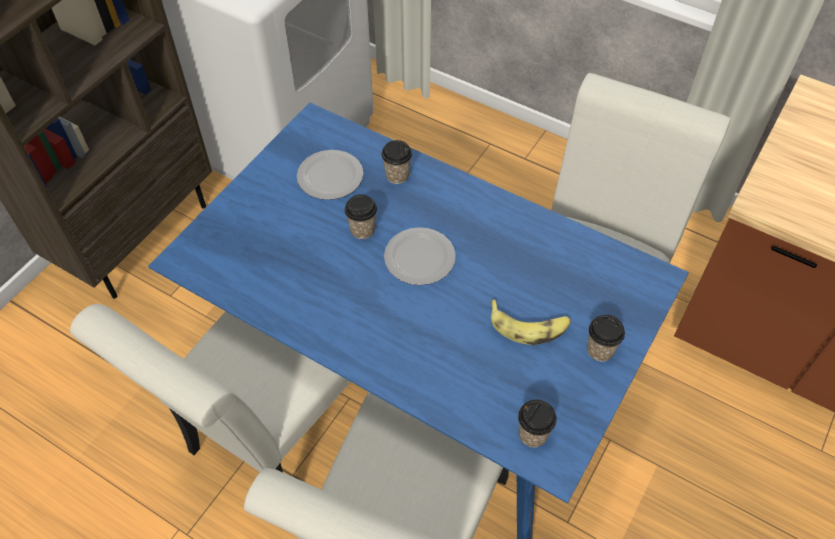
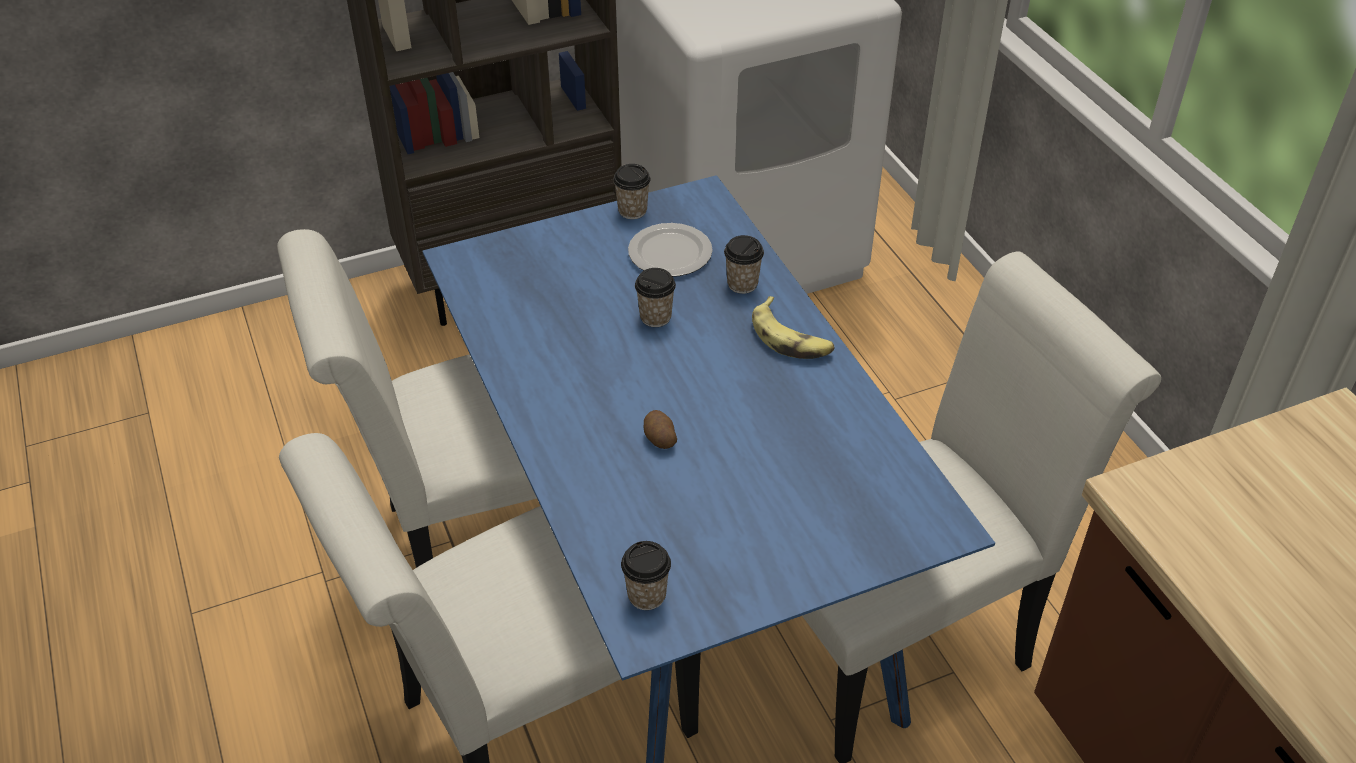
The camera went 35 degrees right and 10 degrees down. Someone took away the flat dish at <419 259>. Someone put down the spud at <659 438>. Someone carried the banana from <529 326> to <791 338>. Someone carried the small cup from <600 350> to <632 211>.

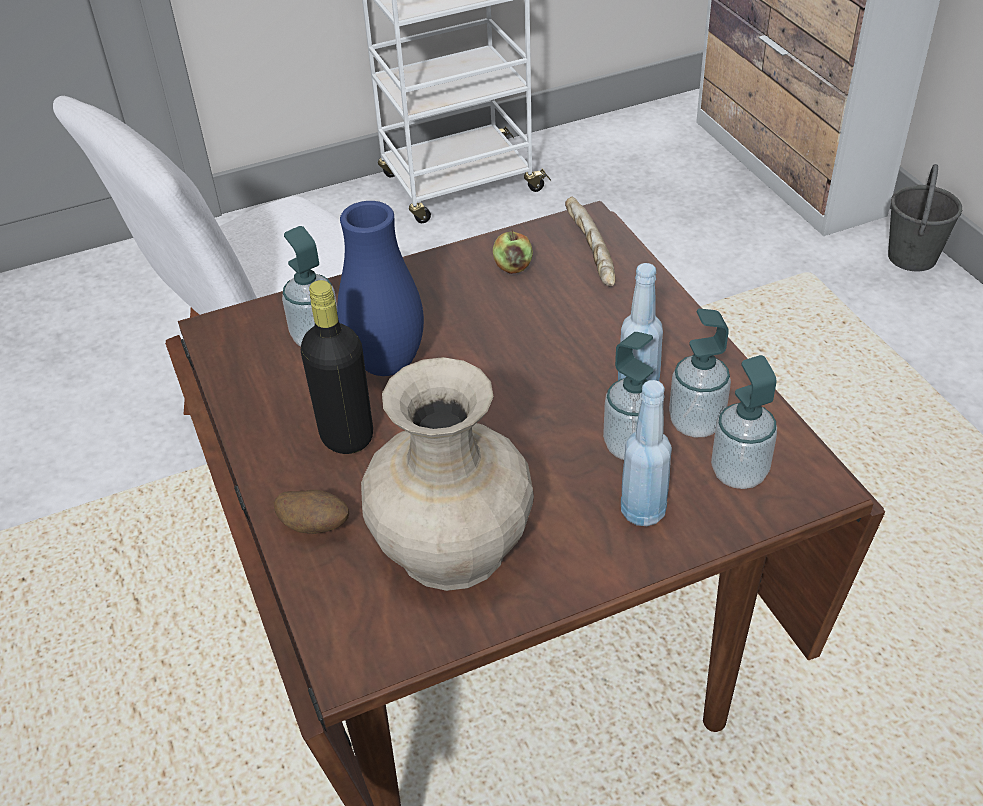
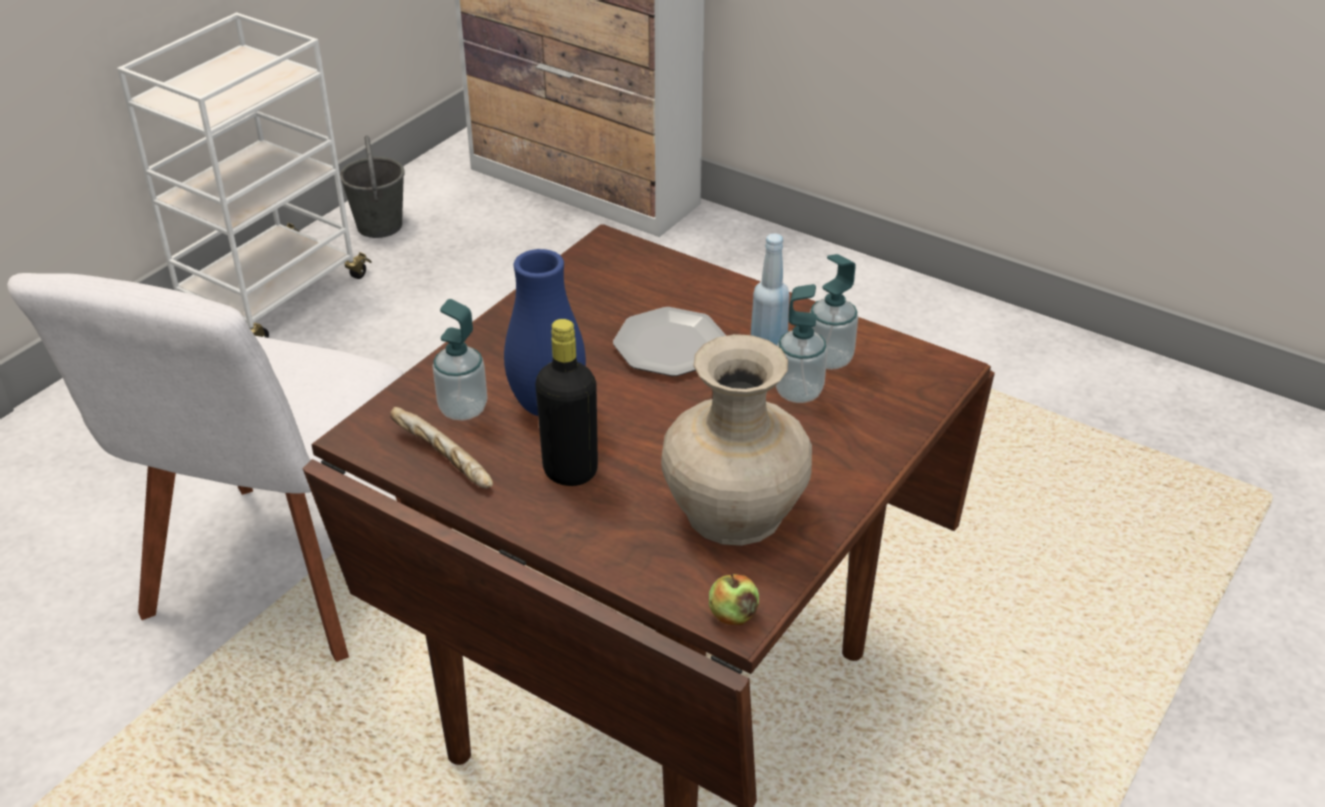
The camera went 35 degrees left and 5 degrees down. Someone took away the spud at <315 526>. Someone took away the beverage bottle (blue-coloured) at <643 511>. Someone took away the soap bottle at <739 473>. Someone put down the flat dish at <669 345>. Someone carried the whole apple from <513 267> to <733 615>. Someone carried the bakery bread from <589 252> to <441 460>. Someone carried the bucket (gray) from <912 258> to <379 226>.

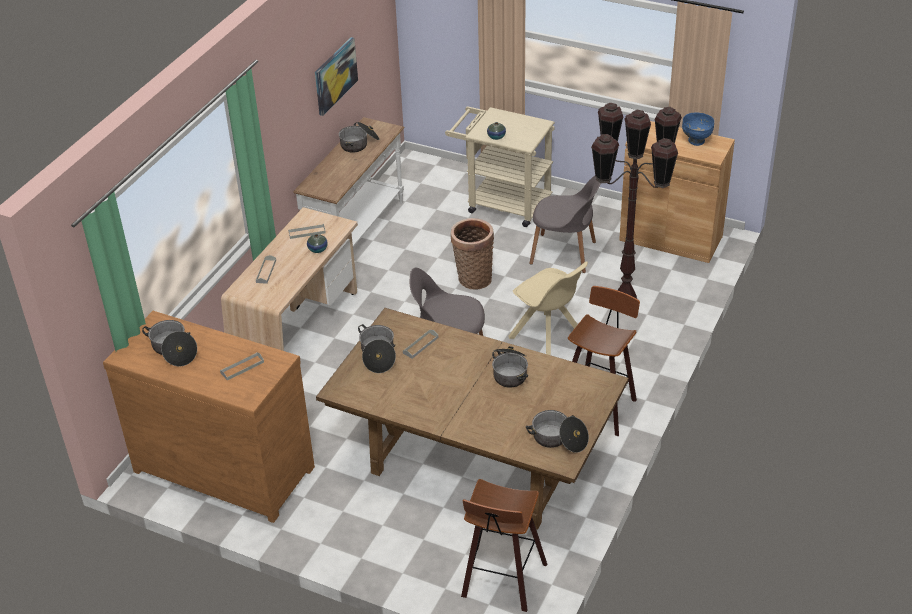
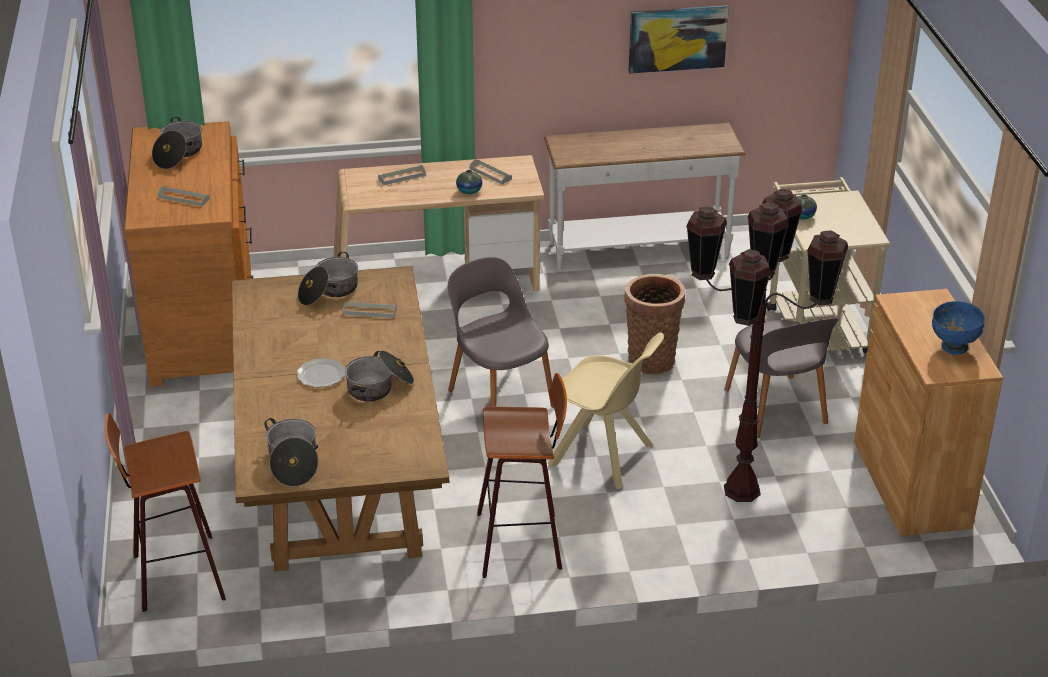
The camera went 55 degrees right and 5 degrees down. Someone took away the stockpot at <359 144>. Someone put down the flat dish at <321 375>. Someone rotated the upright chair (beige) at <548 338> by 75 degrees counterclockwise.

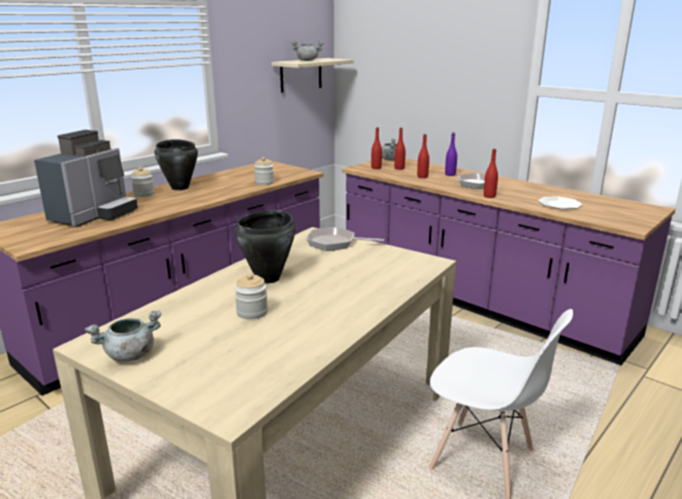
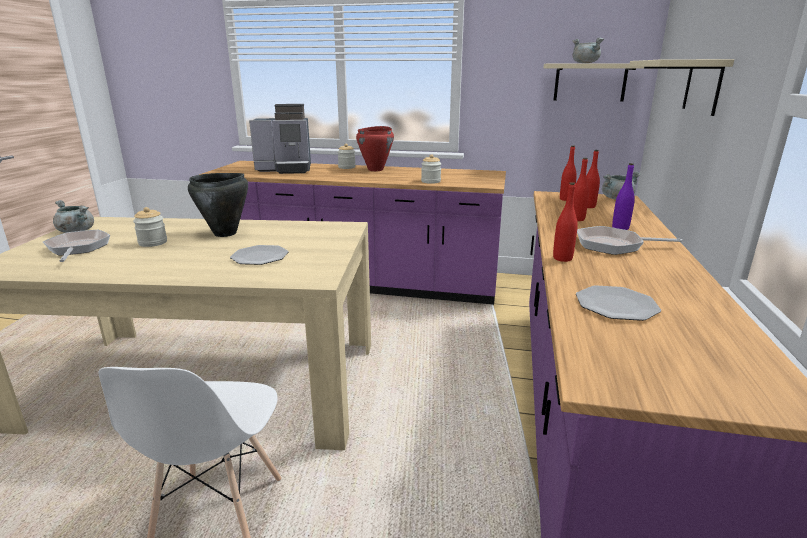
The camera went 60 degrees right and 0 degrees up. Someone put down the flat dish at <260 257>. Someone put up the bracket shelf (beige) at <703 86>. Someone carried the pan from <335 243> to <77 248>. Someone repainted the stockpot (black) at <180 188>, which became the stockpot (red-coloured) at <376 170>.

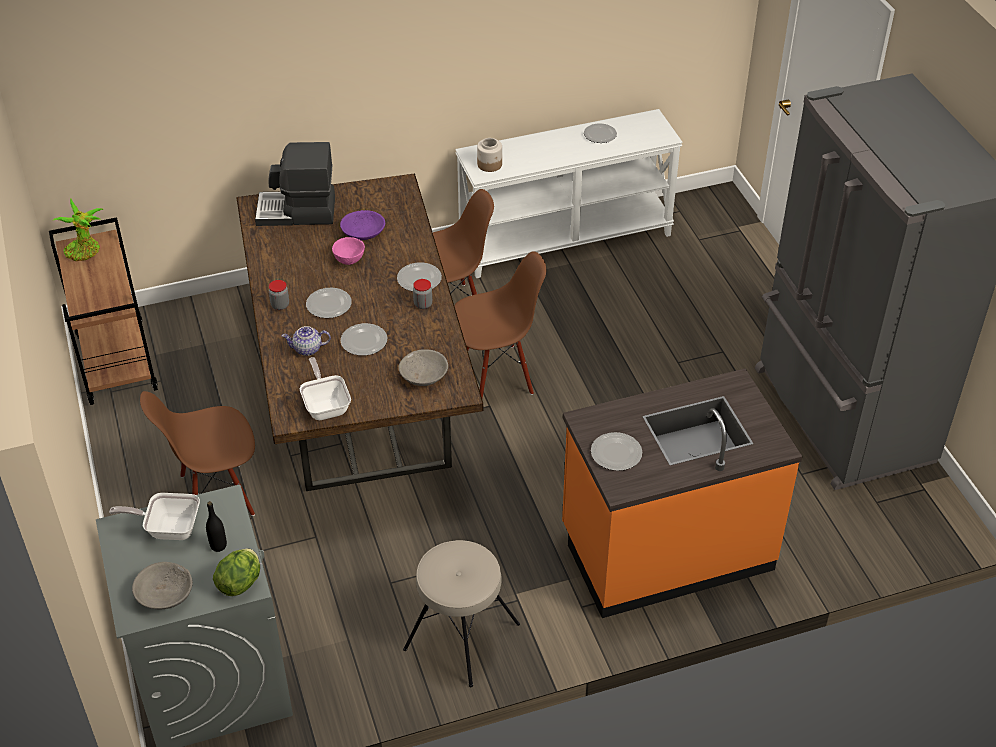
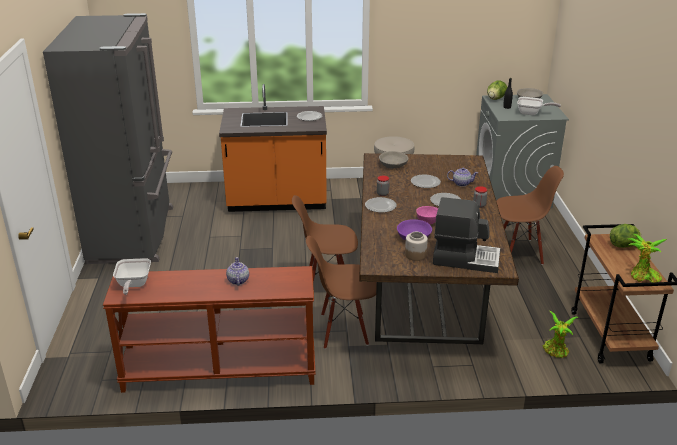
The camera went 165 degrees left and 15 degrees down. Someone took away the flat dish at <599 134>. Someone put down the tea pot at <238 281>. Someone put down the potted plant at <556 351>. Someone put down the lettuce head at <624 246>. Someone carried the pan from <326 405> to <133 285>. Someone carried the jar from <490 164> to <415 255>. Someone repainted the hall table (white-coloured) at <565 239>, which became the hall table (brownish) at <219 372>.

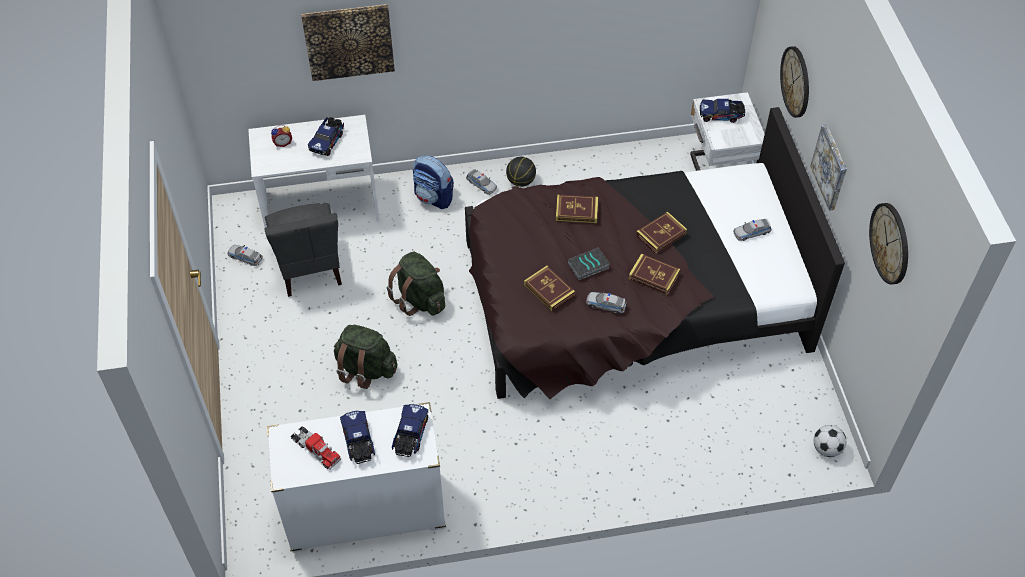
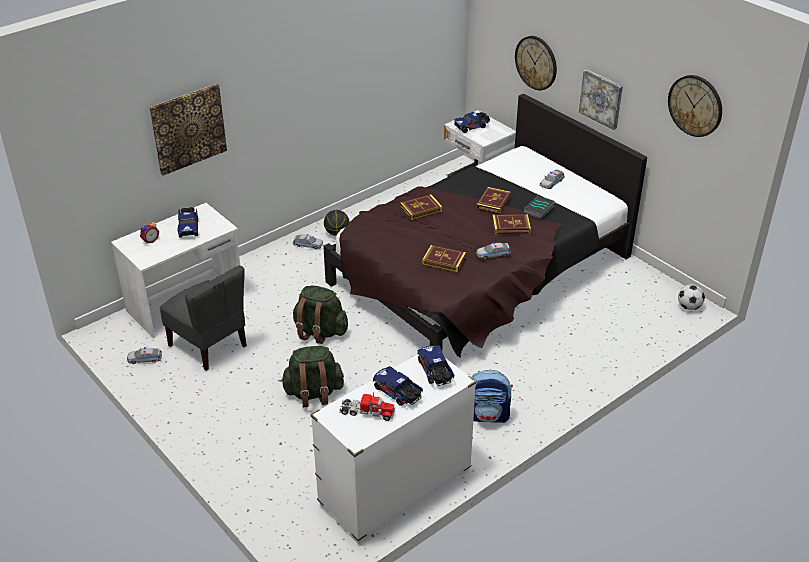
The camera went 30 degrees left and 15 degrees down. Someone carried the backpack from <434 197> to <488 415>. Someone carried the volume from <588 266> to <539 209>.

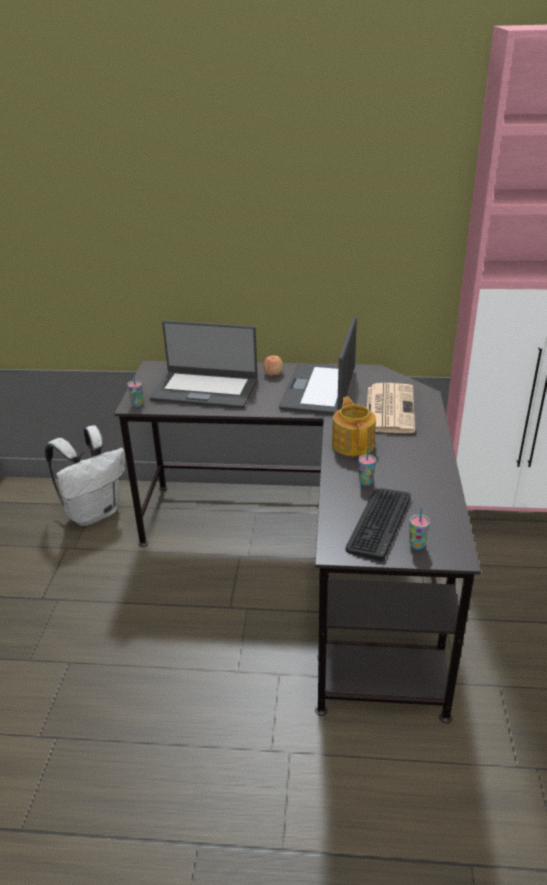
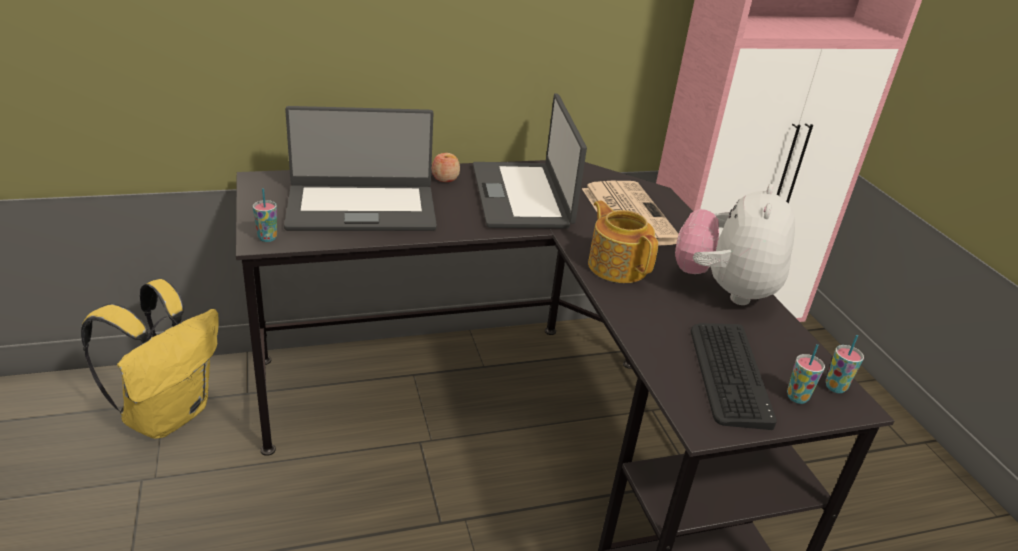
The camera went 25 degrees left and 0 degrees up. Someone put down the plush toy at <724 290>. Someone carried the small cup from <365 482> to <835 387>. Someone repainted the backpack (white-coloured) at <94 512>, which became the backpack (yellow-coloured) at <168 414>.

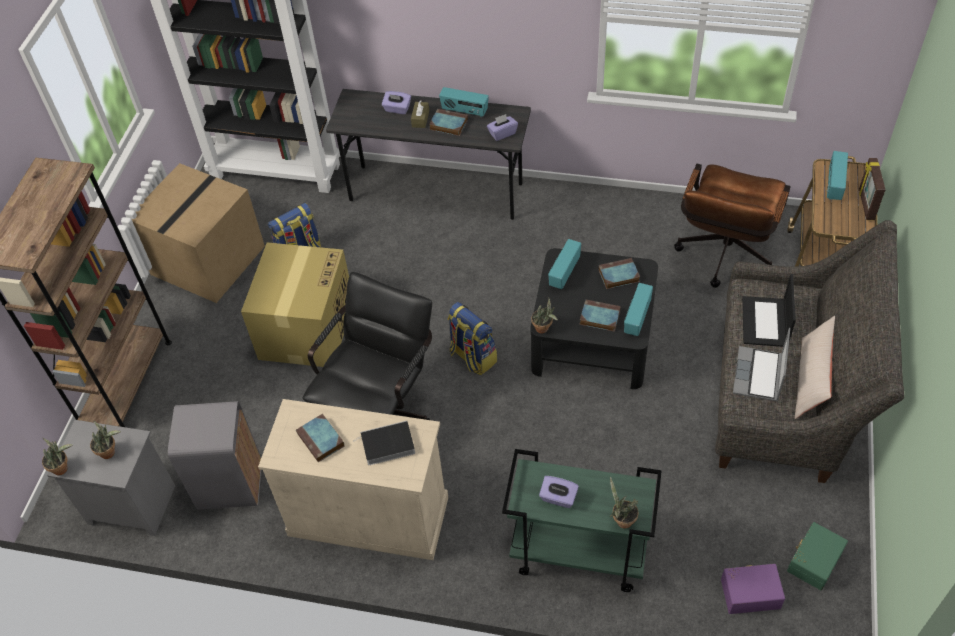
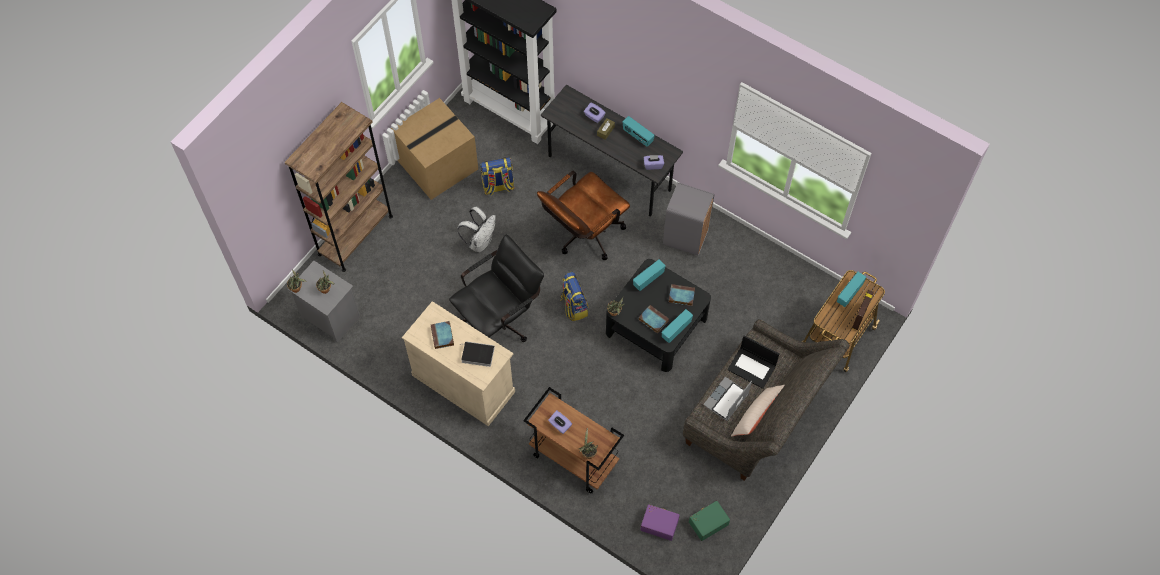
The camera went 20 degrees right and 10 degrees up. Someone took away the volume at <447 124>. Someone carried the waste bin (gray) from <231 485> to <685 237>. Someone carried the computer chair (brownish) from <723 258> to <583 235>. Someone swapped the carton at <307 327> for the backpack (white-coloured) at <480 242>. Someone repainted the trolley (green-coloured) at <577 553>, which became the trolley (brownish) at <573 458>. Someone rotated the laptop at <765 322> by 90 degrees counterclockwise.

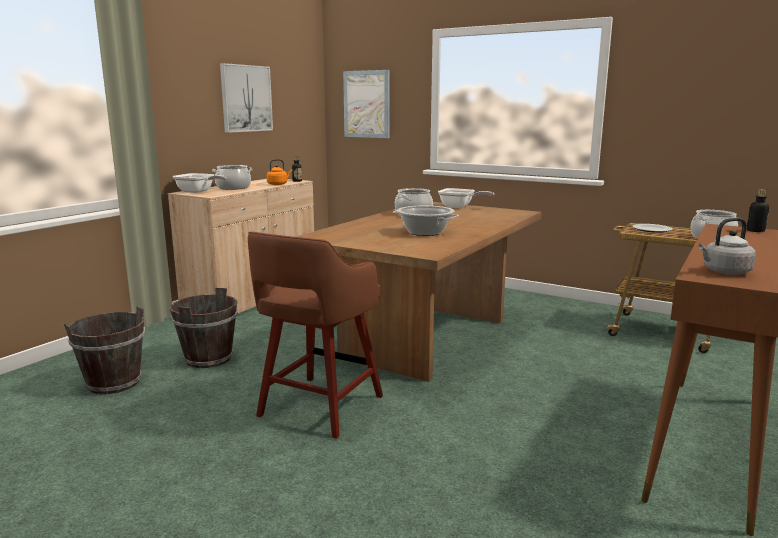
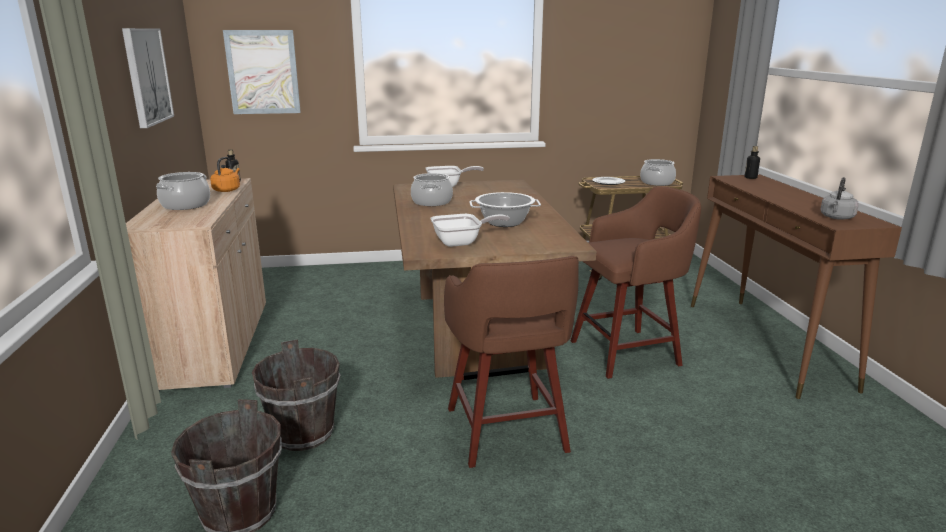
The camera went 40 degrees left and 5 degrees up. Someone put down the stool (brownish) at <628 352>. Someone carried the pan from <198 192> to <462 242>.

